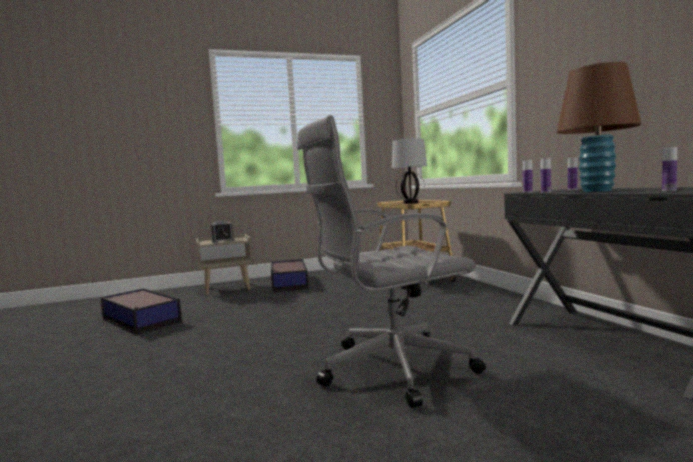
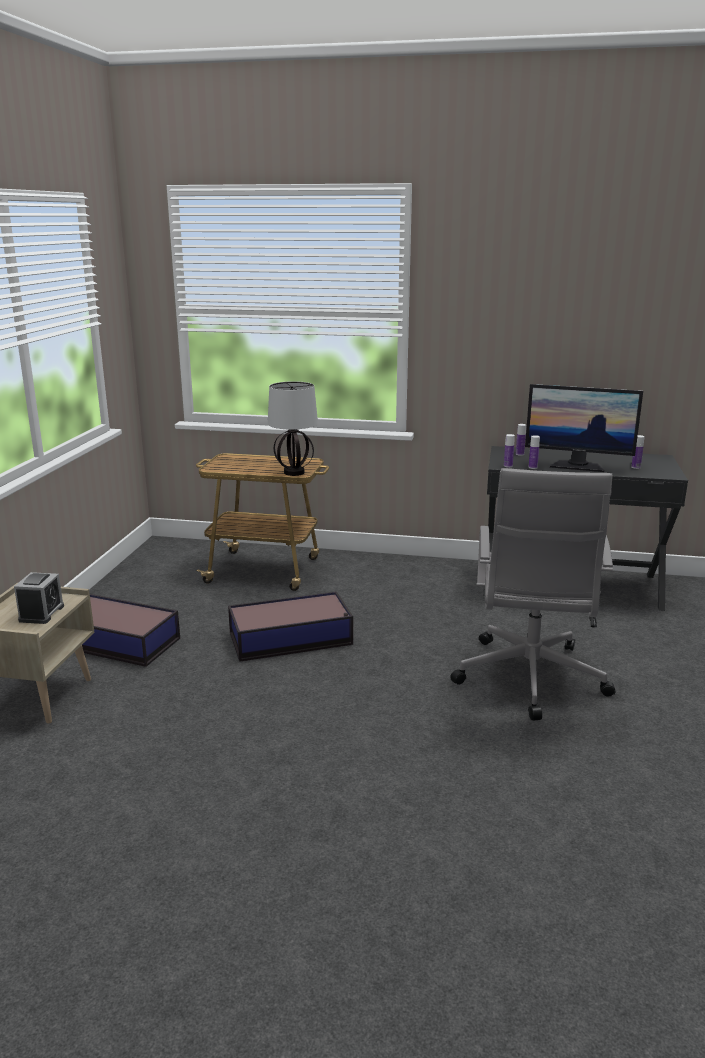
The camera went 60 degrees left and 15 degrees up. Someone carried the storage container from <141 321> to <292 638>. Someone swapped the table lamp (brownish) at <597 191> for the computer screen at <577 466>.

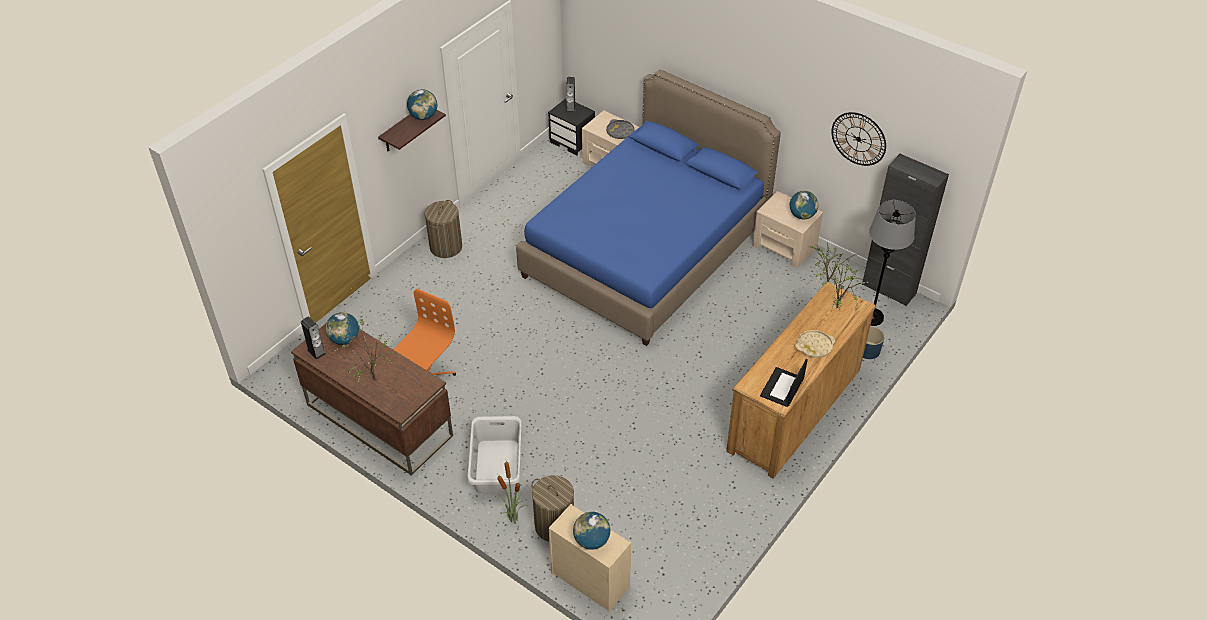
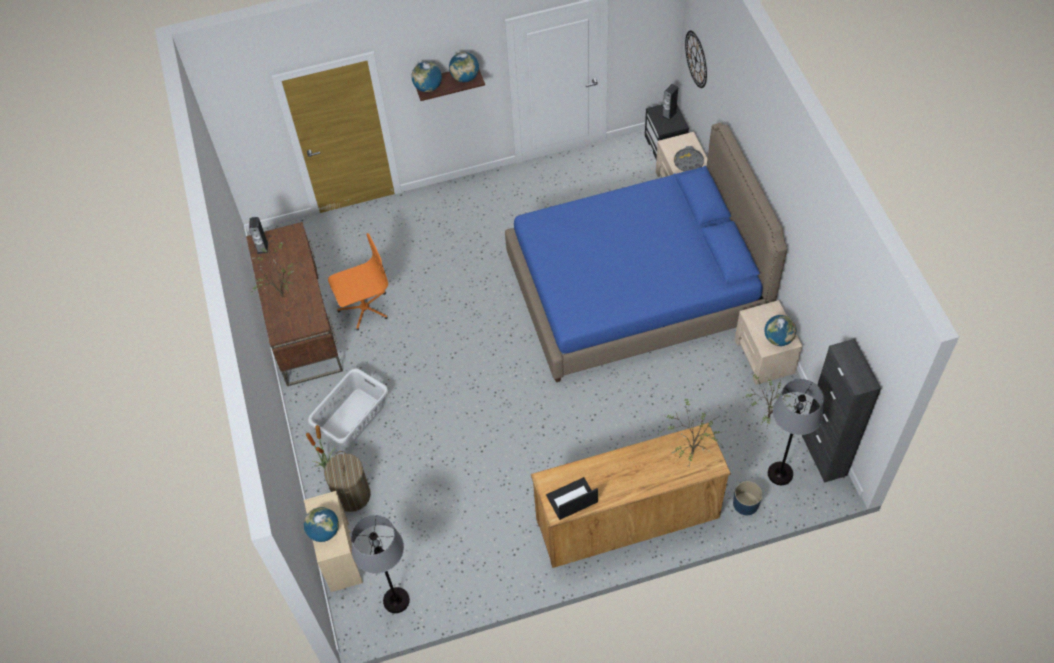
The camera went 40 degrees right and 10 degrees up. Someone took away the hamper at <446 247>. Someone took away the tray (beige) at <814 346>. Someone put down the standing lamp (gray) at <396 600>. Someone carried the world globe from <344 339> to <428 87>. Someone carried the clock on the wall from <858 139> to <696 59>.

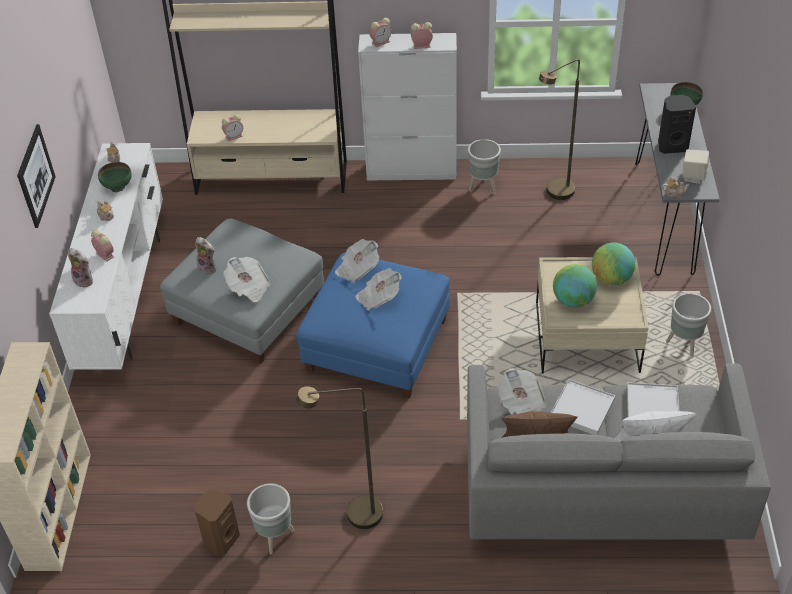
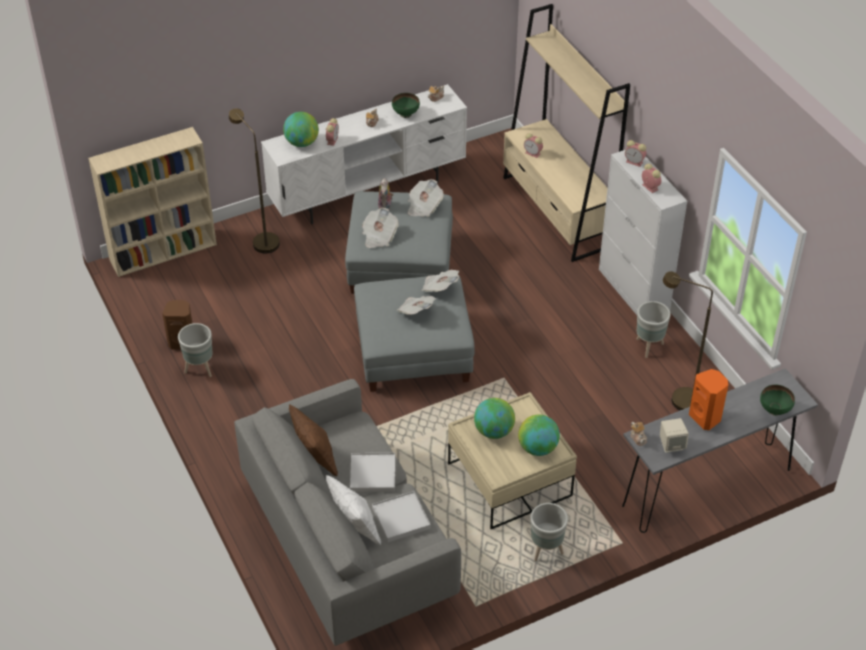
The camera went 60 degrees right and 0 degrees up. Someone took away the wall art at <35 176>. Someone carried the standing lamp (brownish) from <354 516> to <261 240>. Someone carried the printed paper from <521 404> to <423 206>. Someone swapped the plush toy at <85 280> for the world globe at <302 143>. Someone repainted the footrest (blue-coloured) at <376 344>, which became the footrest (gray) at <414 350>. Someone repainted the loudspeaker (black) at <671 146>, which became the loudspeaker (orangey) at <705 417>.

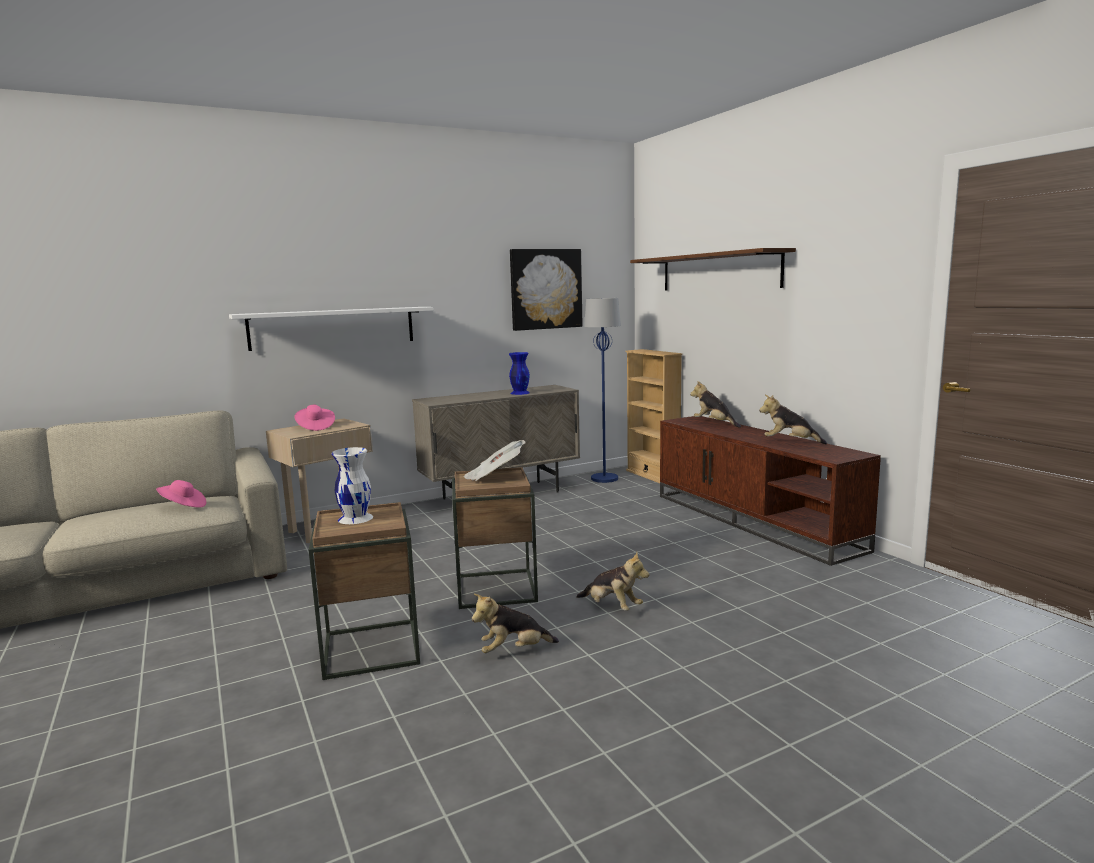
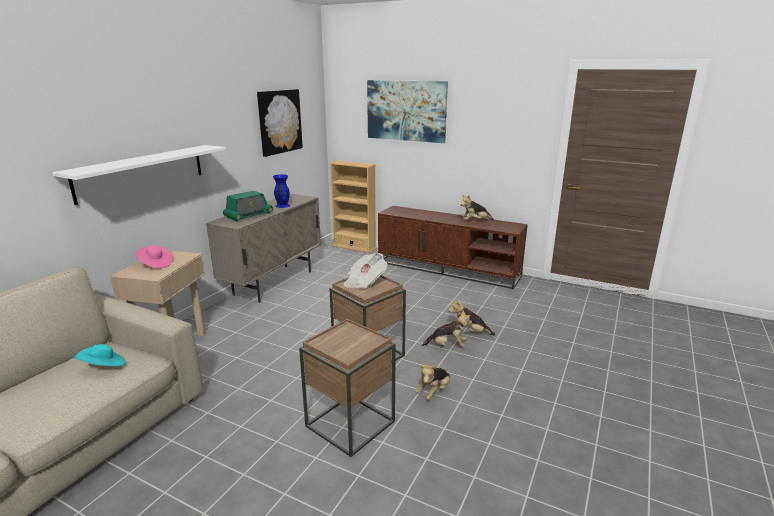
The camera went 35 degrees left and 10 degrees up. Someone took away the vase (white-coloured) at <355 518>. Someone took away the standing lamp (blue-coloured) at <604 479>. Someone put down the radio receiver at <248 215>. Someone carried the plush toy from <714 424> to <470 332>. Someone swapped the bracket shelf at <718 272> for the wall art at <406 111>. Someone repainted the wearable hat (pinkish) at <183 507>, which became the wearable hat (blue-green) at <104 367>.

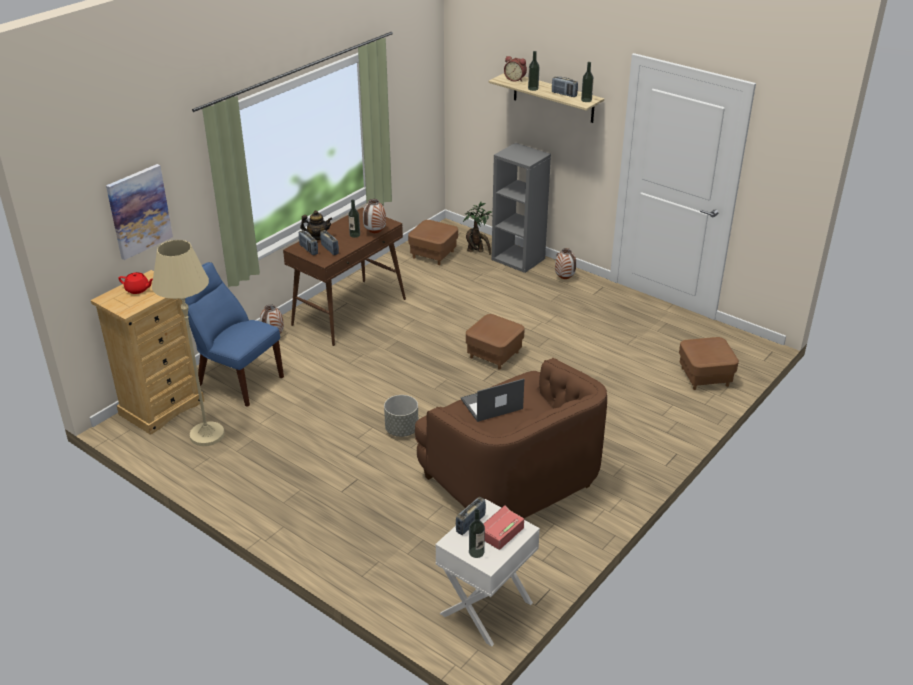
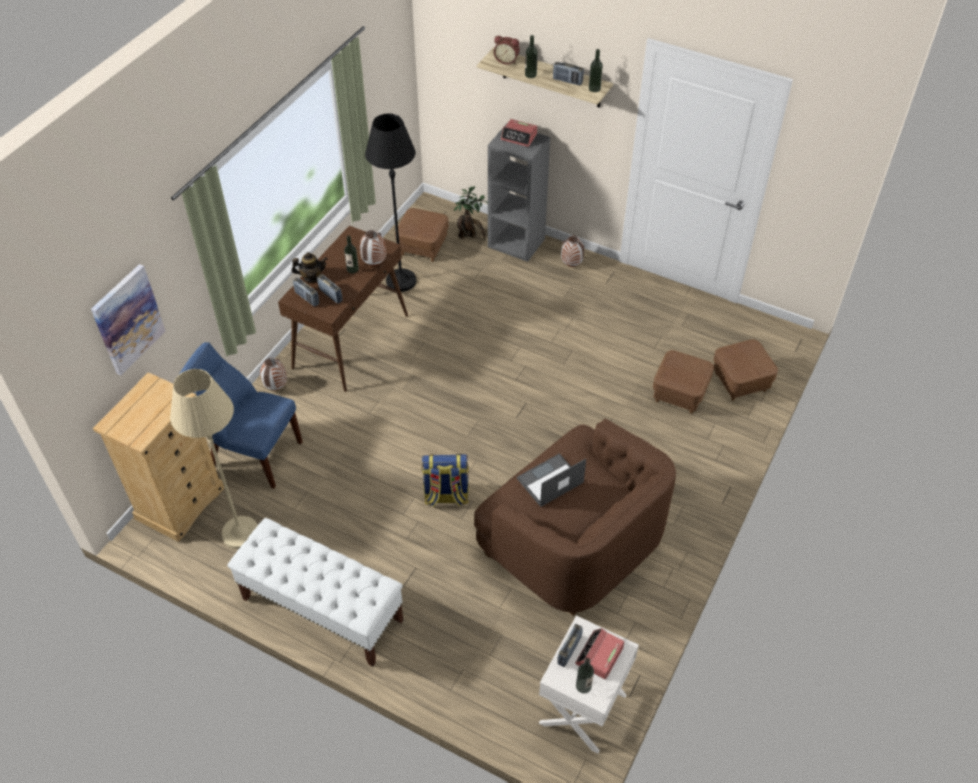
The camera went 10 degrees left and 15 degrees up. Someone took away the tea pot (red-coloured) at <138 289>. Someone put down the indoor bench (white-coloured) at <322 609>. Someone put down the standing lamp (black) at <401 281>. Someone put down the bedside clock at <519 137>. Someone carried the footrest (brownish) from <494 355> to <679 394>. Someone swapped the planter (gray) at <401 430> for the backpack at <446 496>.

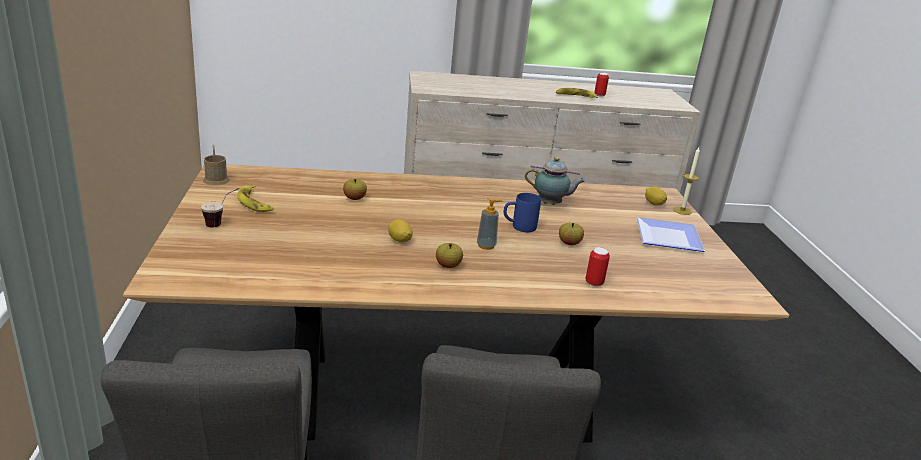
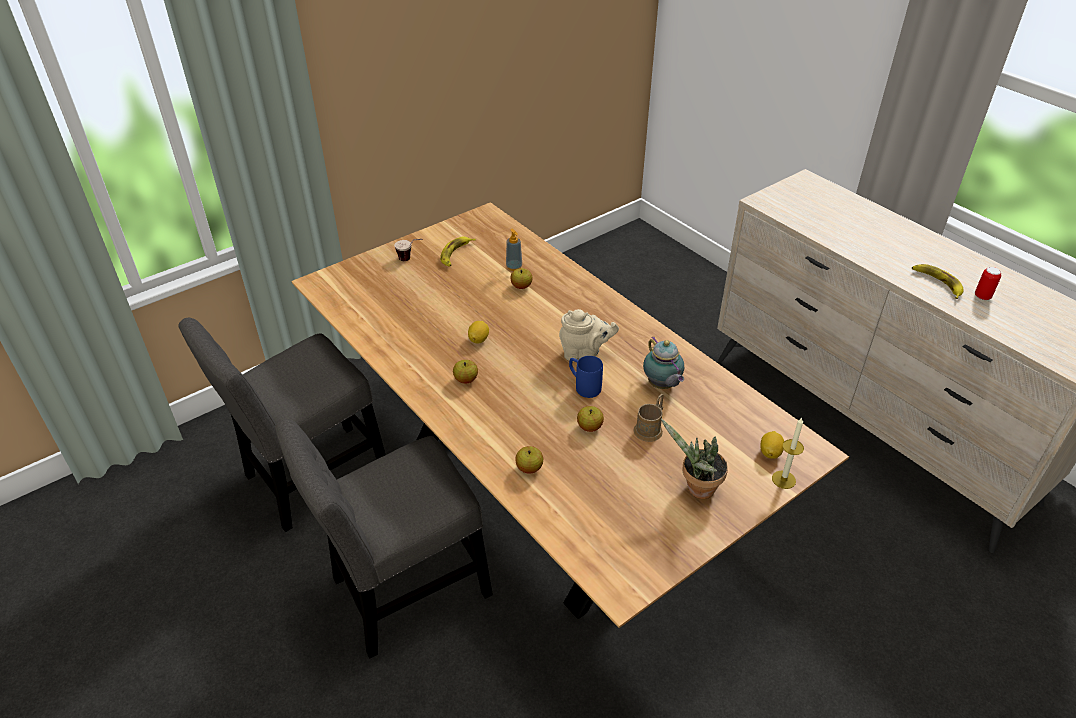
The camera went 60 degrees right and 15 degrees up. Someone put down the tea pot (beige) at <584 354>. Someone carried the tea mug (brownish) from <216 178> to <650 428>. Someone carried the soap bottle from <486 246> to <514 267>. Someone swapped the metal can at <594 283> for the whole apple at <529 468>. Someone swapped the flat dish at <670 237> for the potted plant at <696 489>.

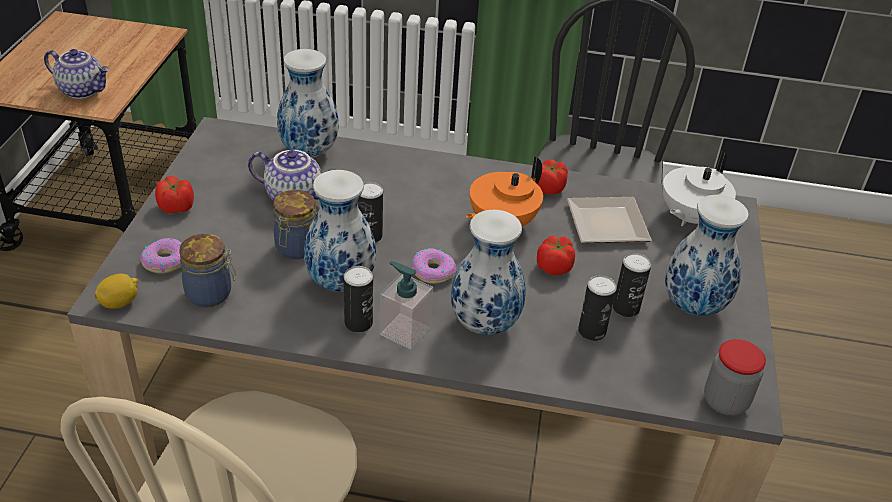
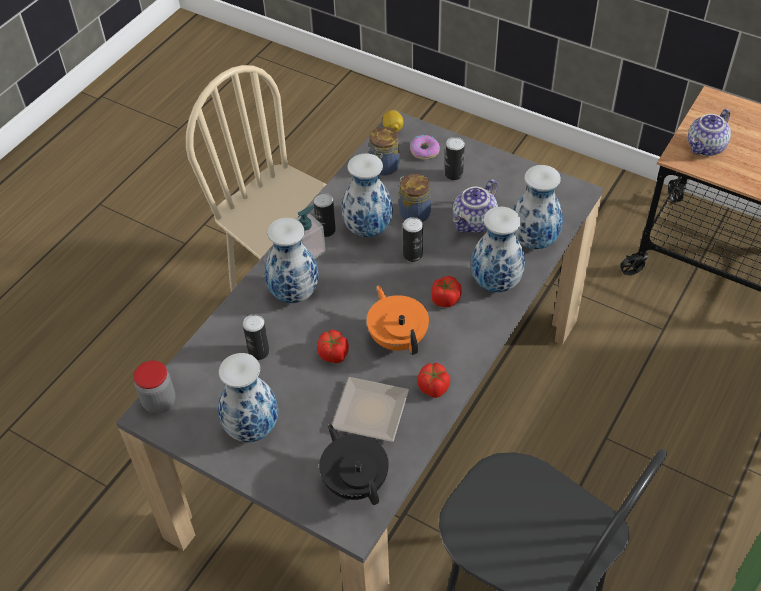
The camera went 115 degrees right and 10 degrees up. Someone took away the donut at <433 271>. Someone put down the vase at <494 283>. Someone carried the tomato from <176 207> to <445 299>. Someone carried the metal can from <626 308> to <453 174>. Someone repainted the tea pot (white-coloured) at <689 217>, which became the tea pot (black) at <355 481>.

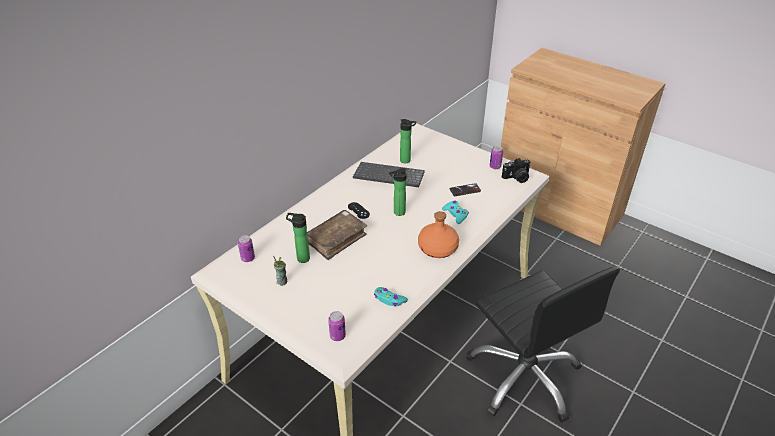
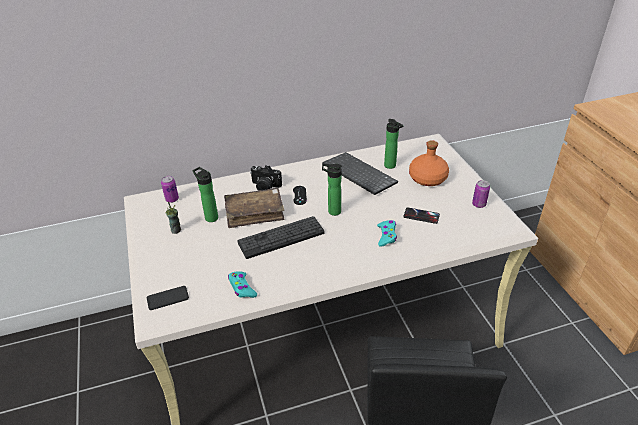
The camera went 35 degrees right and 0 degrees up. Someone put down the computer keyboard at <281 238>. Someone carried the beverage bottle (orangey) from <437 248> to <427 178>. Someone carried the still camera from <517 178> to <265 187>. Someone swapped the metal can at <337 336> for the telephone at <168 298>.

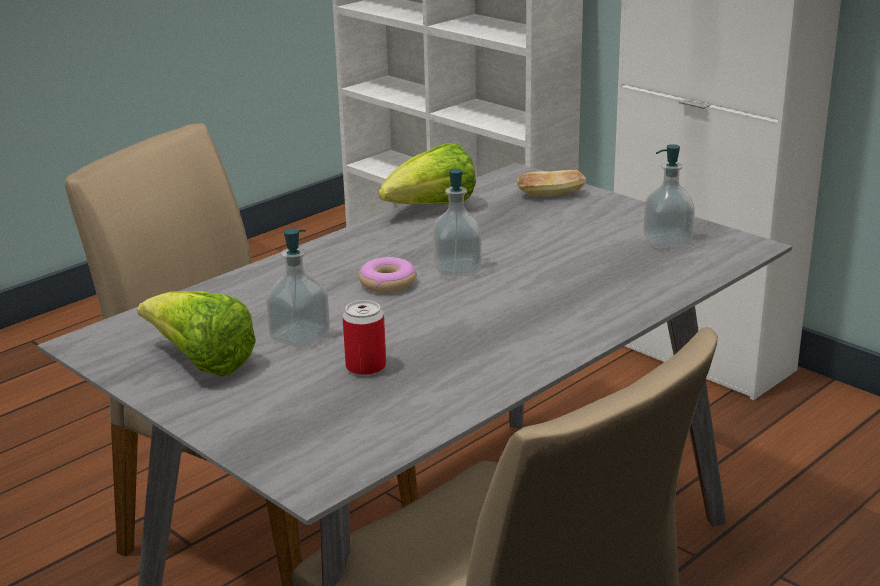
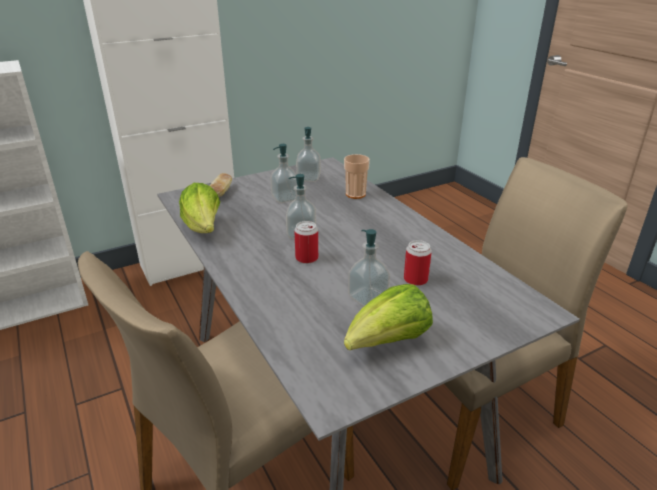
The camera went 75 degrees left and 5 degrees up. Someone put down the soap bottle at <285 198>. Someone put down the small cup at <355 194>. Someone swapped the donut at <388 283> for the metal can at <306 258>.

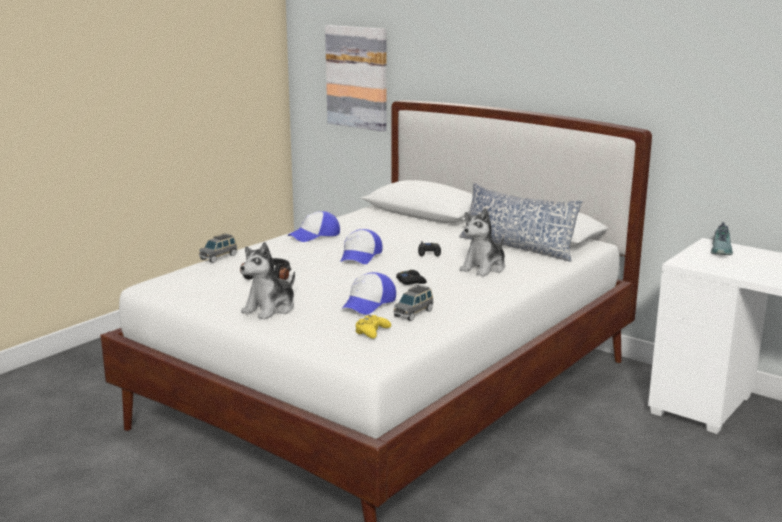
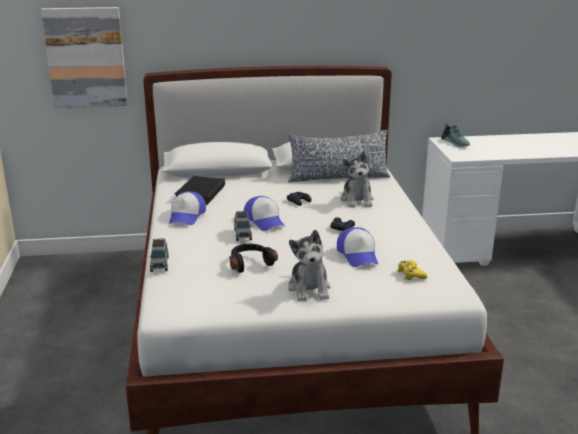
The camera went 45 degrees left and 5 degrees up. Someone put down the volume (black) at <199 193>. Someone carried the toy car (gray) from <413 313> to <242 234>.

